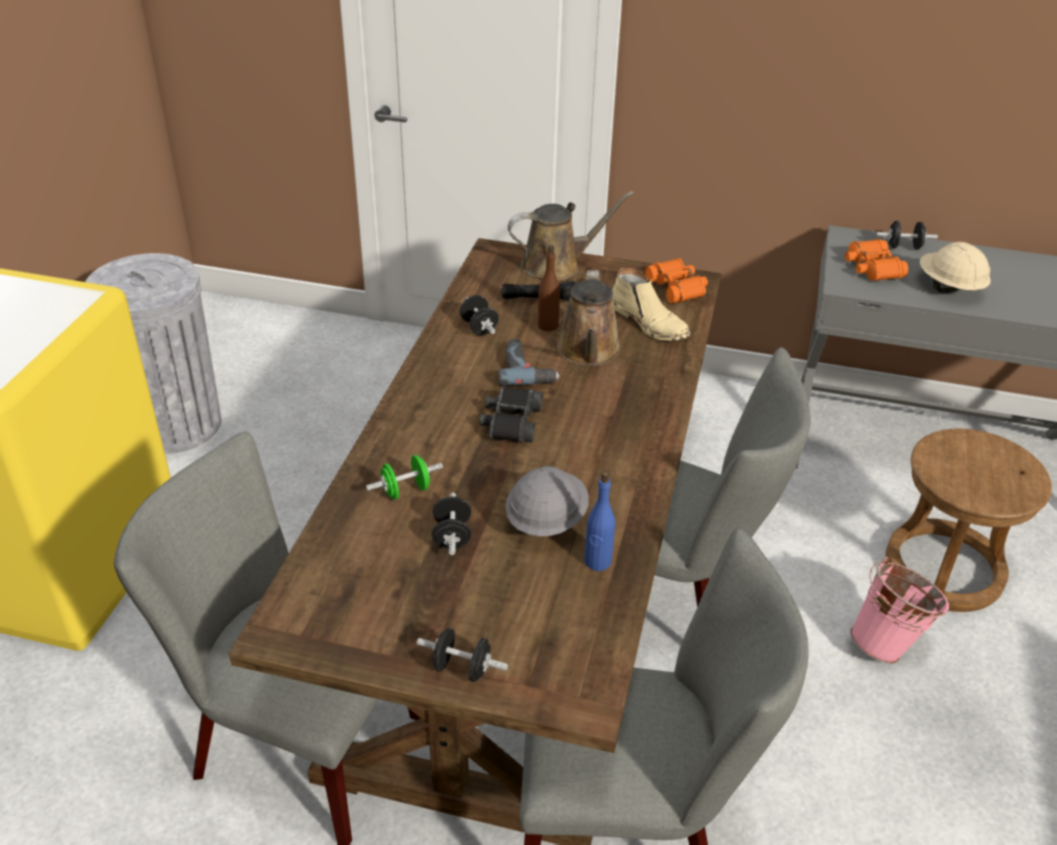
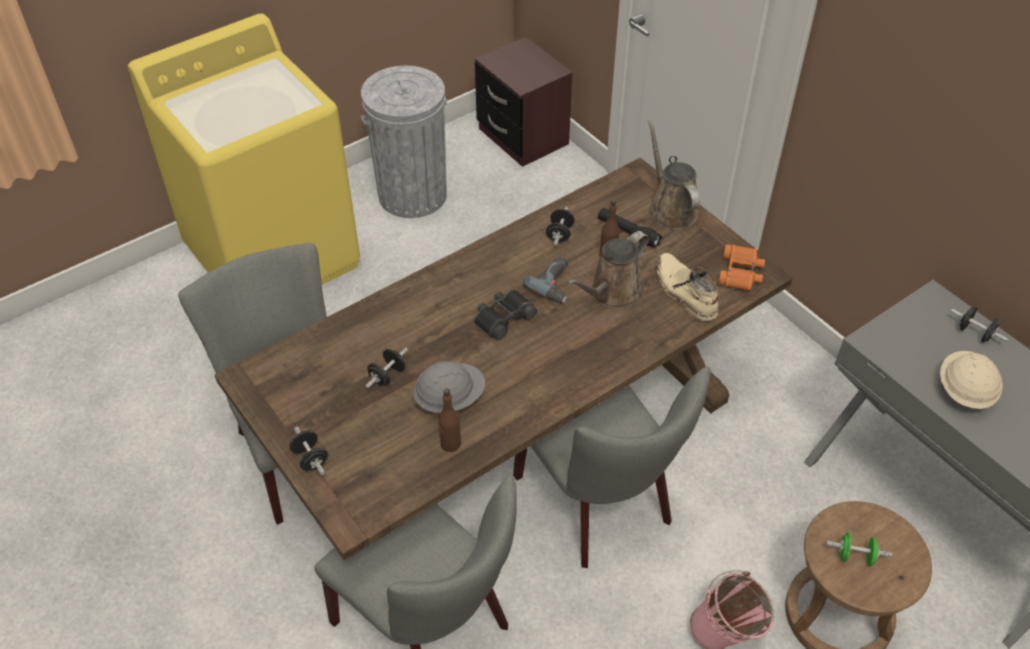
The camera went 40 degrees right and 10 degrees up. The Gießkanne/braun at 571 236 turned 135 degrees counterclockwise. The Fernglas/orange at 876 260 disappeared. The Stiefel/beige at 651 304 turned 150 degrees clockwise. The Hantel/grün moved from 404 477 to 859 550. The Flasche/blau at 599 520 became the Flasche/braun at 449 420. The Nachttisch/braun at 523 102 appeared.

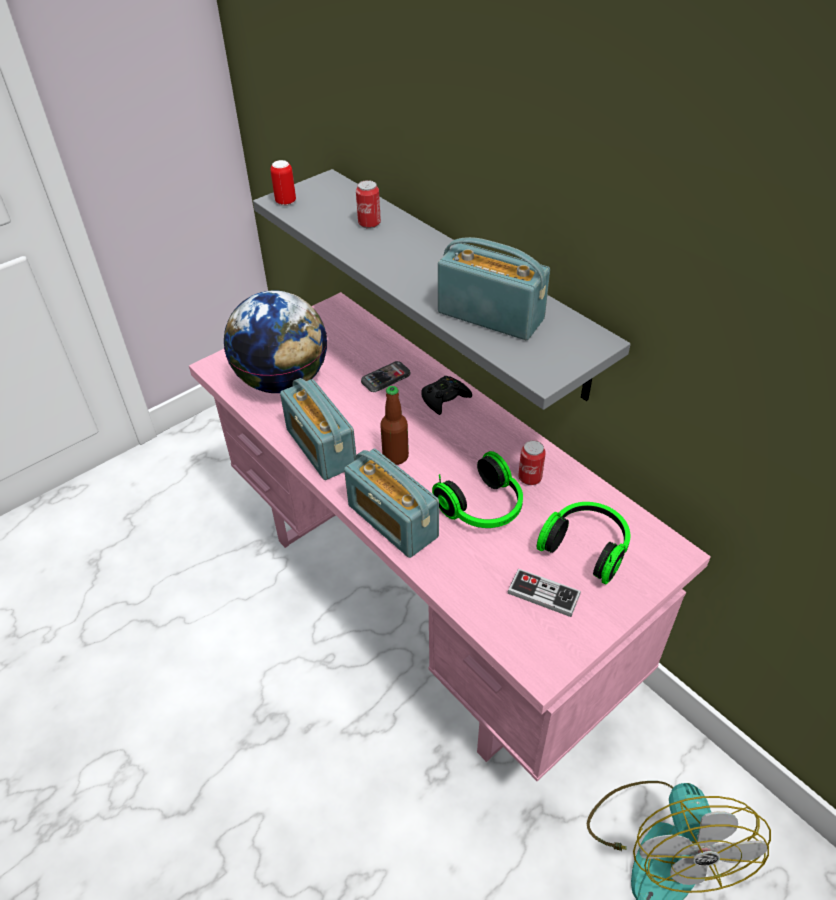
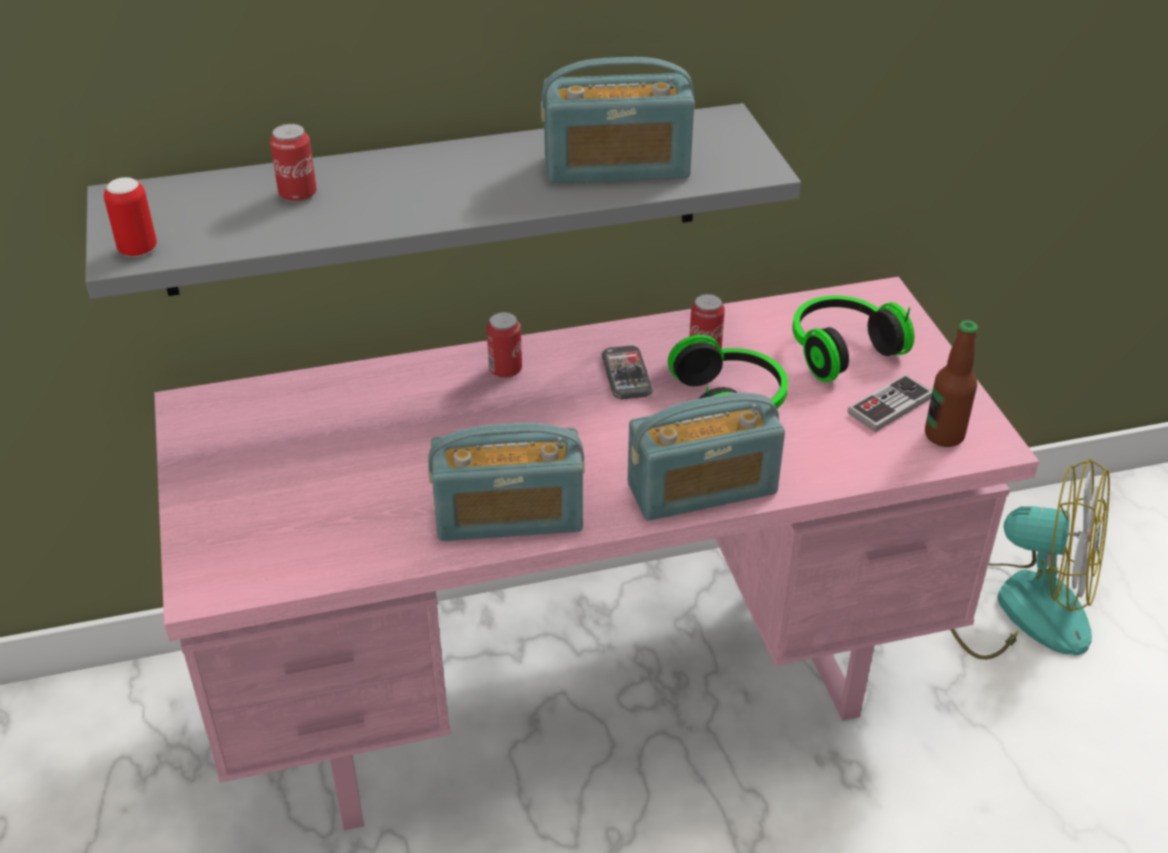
The camera went 65 degrees left and 5 degrees down. The Radio at 494 288 turned 150 degrees counterclockwise. The Globus at 275 341 disappeared. The Handy moved from 386 376 to 627 372. The Gamepad/schwarz at 446 395 was replaced by the Dose at 504 345. The Flasche moved from 394 425 to 951 383.

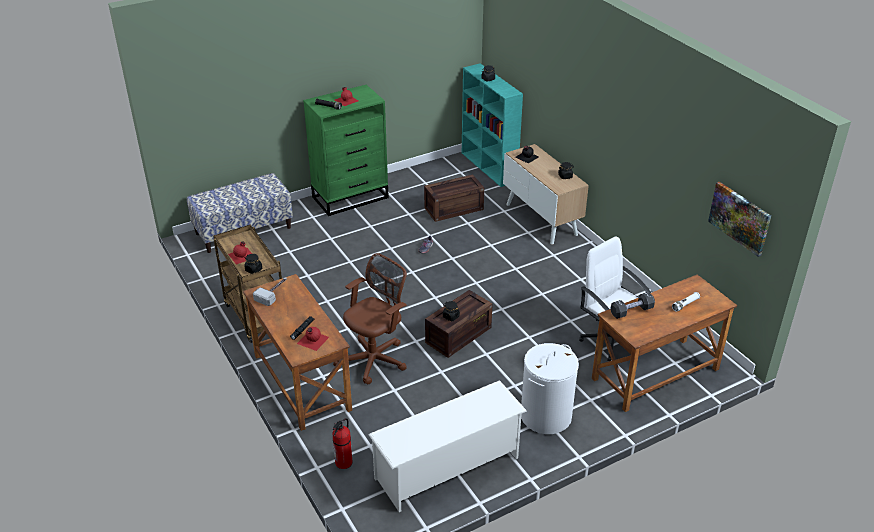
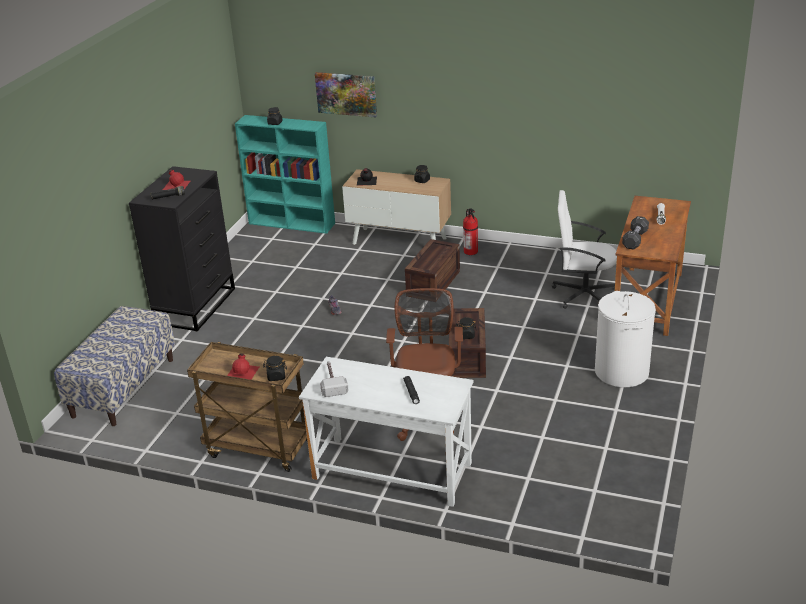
The camera went 40 degrees left and 5 degrees down. The Kommode/grün at 346 150 became the Kommode/schwarz at 182 248. The Kiste moved from 454 198 to 432 268. The Bild moved from 739 219 to 346 95. The Schreibtisch/braun at 297 352 became the Schreibtisch/weiß at 386 432. The Flasche/rot at 313 339 disappeared. The Schuhregal/weiß at 447 446 disappeared. The Feuerlöscher moved from 342 443 to 470 231.

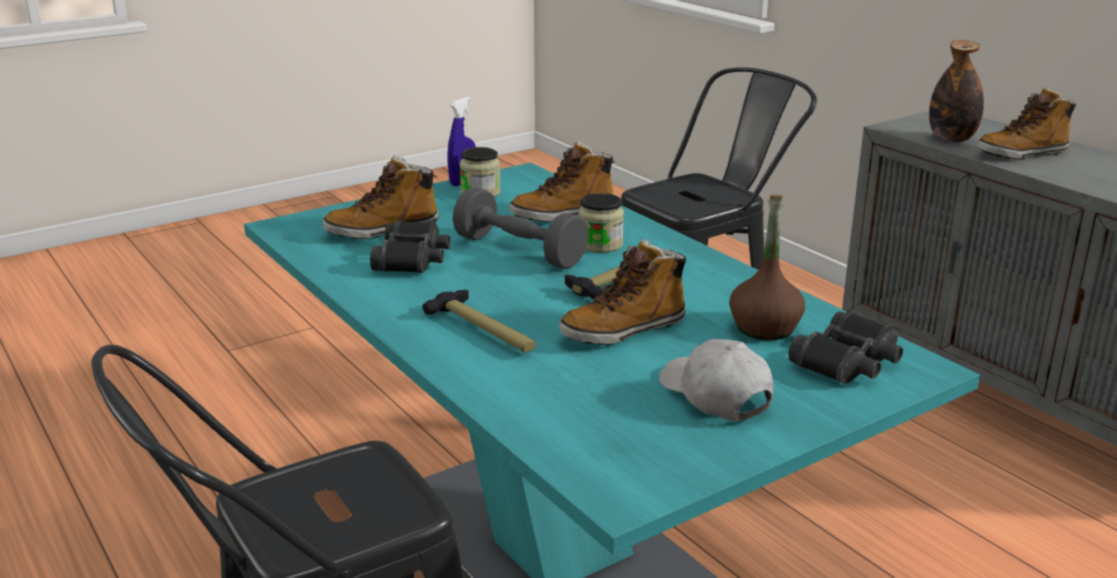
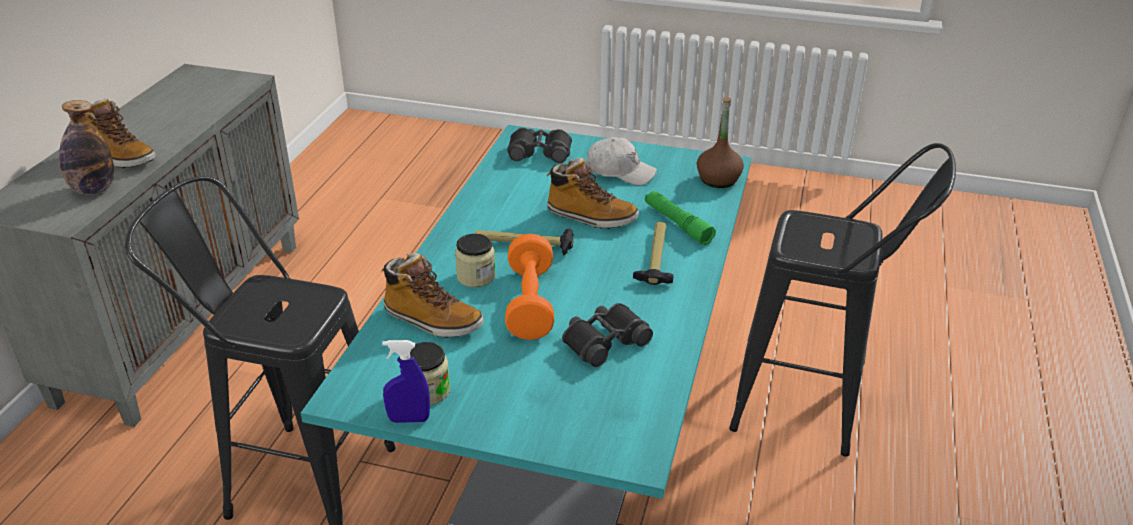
The camera went 130 degrees left and 10 degrees up. The Stiefel at 381 197 disappeared. The Hantel/grau at 520 228 became the Hantel/orange at 529 287. The Flasche/braun moved from 767 267 to 720 142. The Kappe/weiß at 716 380 turned 90 degrees counterclockwise. The Taschenlampe/grün at 680 218 appeared.

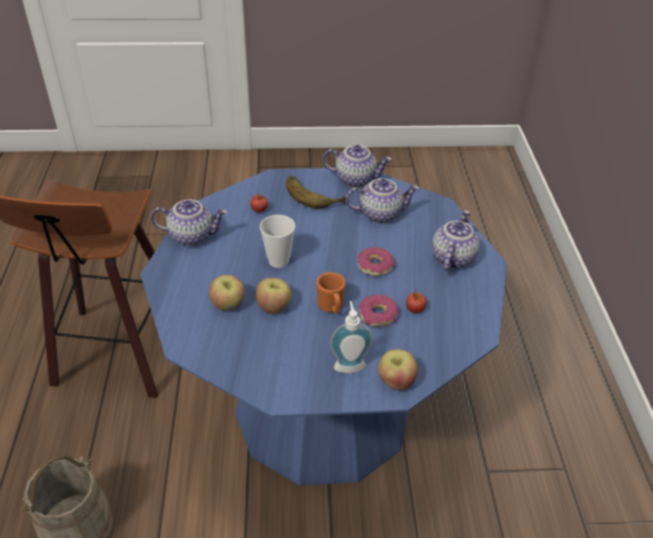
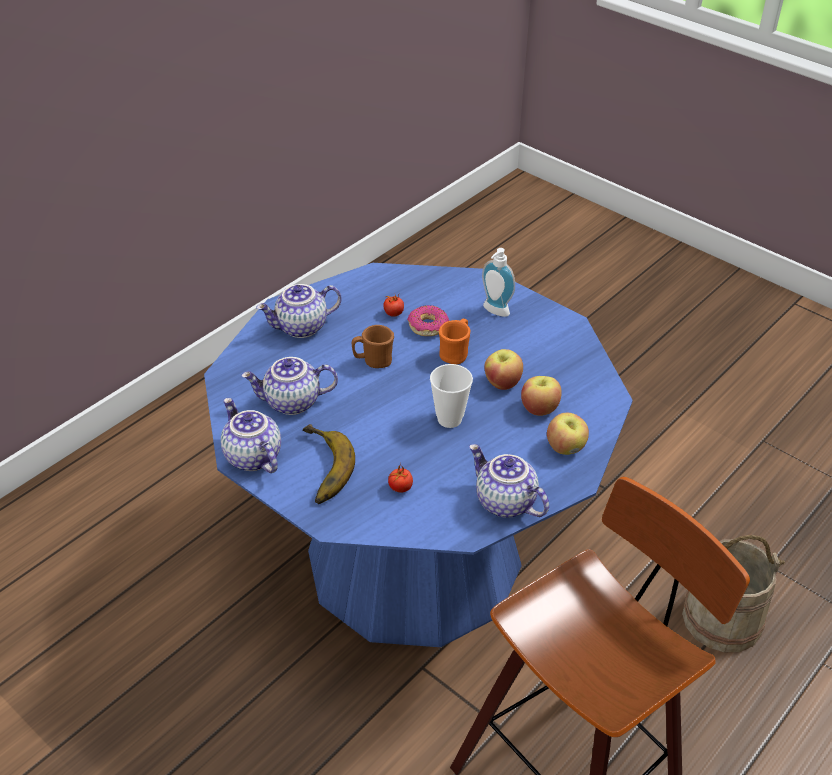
The camera went 135 degrees left and 0 degrees up. The Teekanne at 382 200 turned 45 degrees counterclockwise. The Donut at 376 261 was replaced by the Henkelbecher/braun at 373 346. The Apfel moved from 398 369 to 568 434.

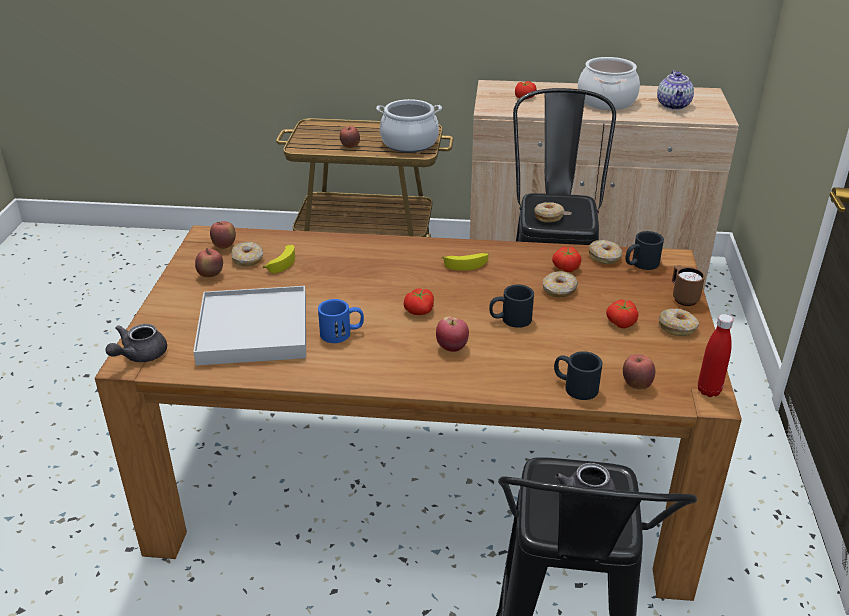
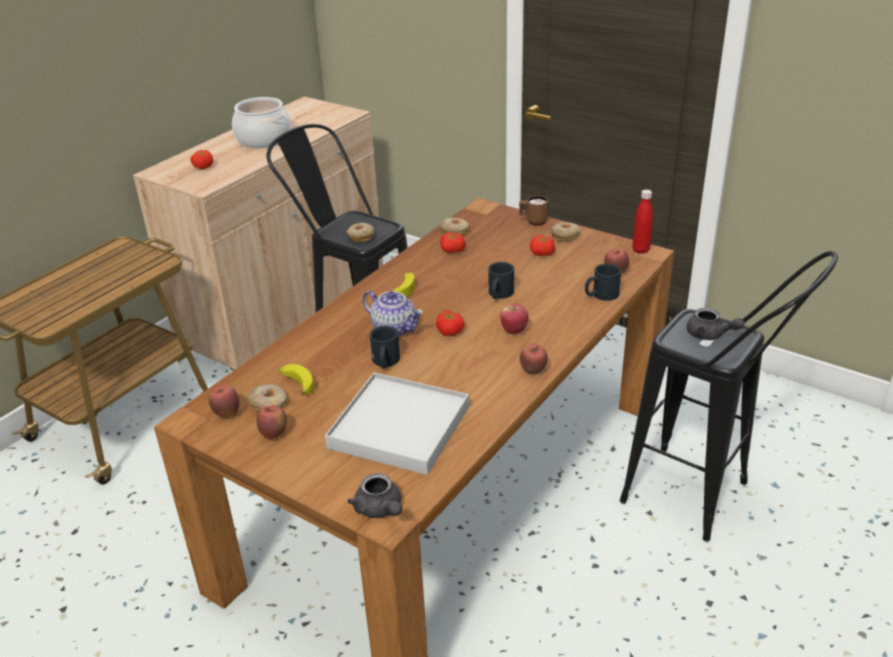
The camera went 60 degrees left and 0 degrees up. The Teekanne moved from 675 90 to 392 313. The Kochtopf at 409 126 disappeared. The Apfel moved from 350 137 to 534 359. The Henkelbecher/schwarz moved from 644 250 to 385 347. The Donut at 560 284 disappeared. The Henkelbecher/blau at 341 321 disappeared.

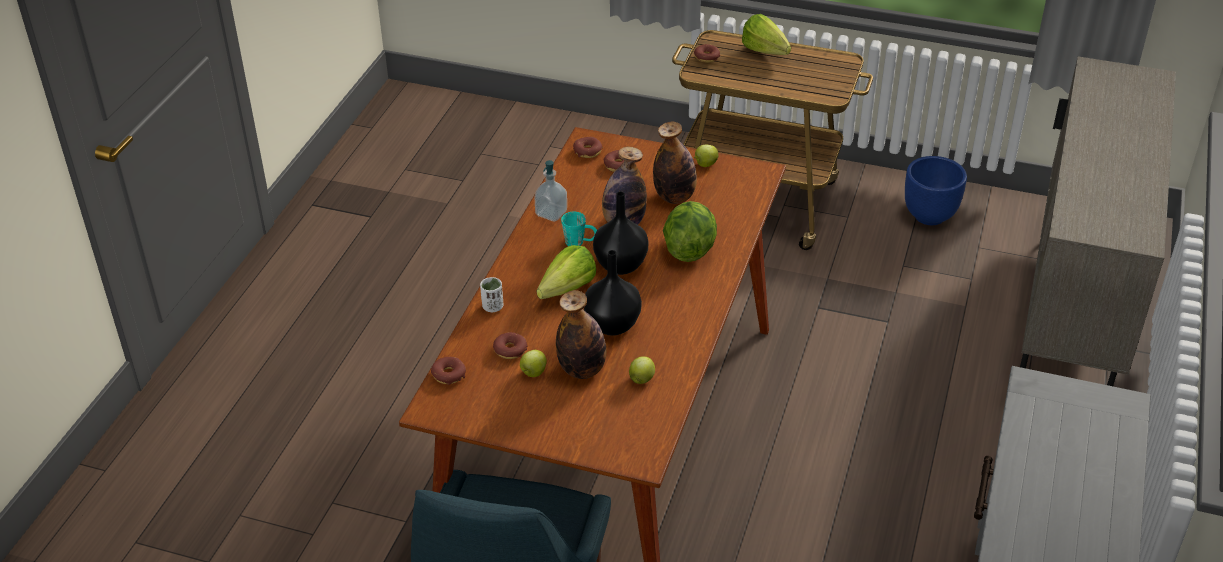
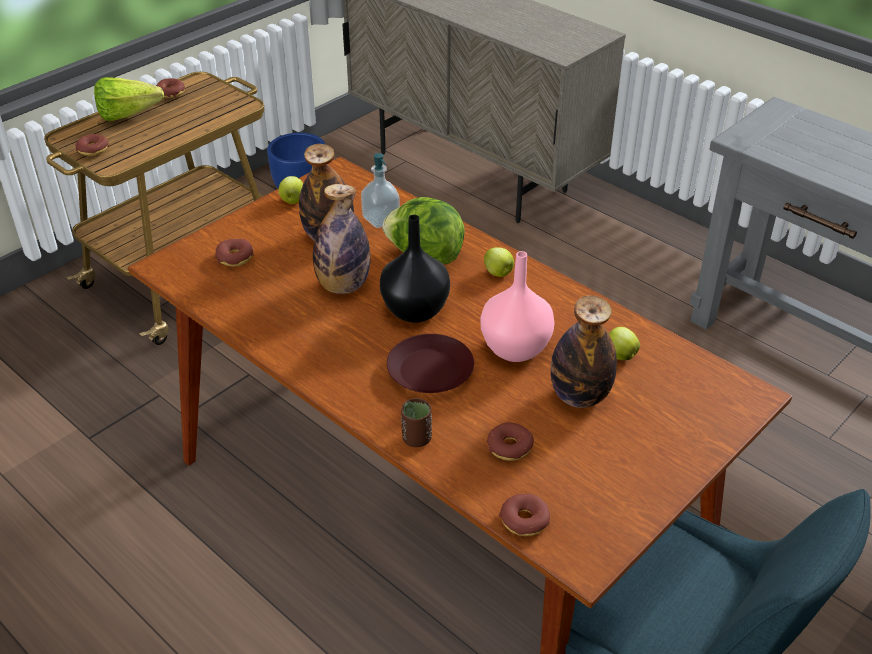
The camera went 65 degrees left and 0 degrees up. The Donut moved from 588 147 to 170 88. The Seifenspender moved from 550 191 to 380 190. The Henkelbecher/türkis at 579 229 disappeared. The Salatkopf at 566 272 was replaced by the Teller/braun at 430 363. The Vase/schwarz at 613 293 became the Vase/rosa at 518 306. The Tasse/weiß at 491 294 became the Tasse/braun at 416 422. The Apfel moved from 533 363 to 499 262.

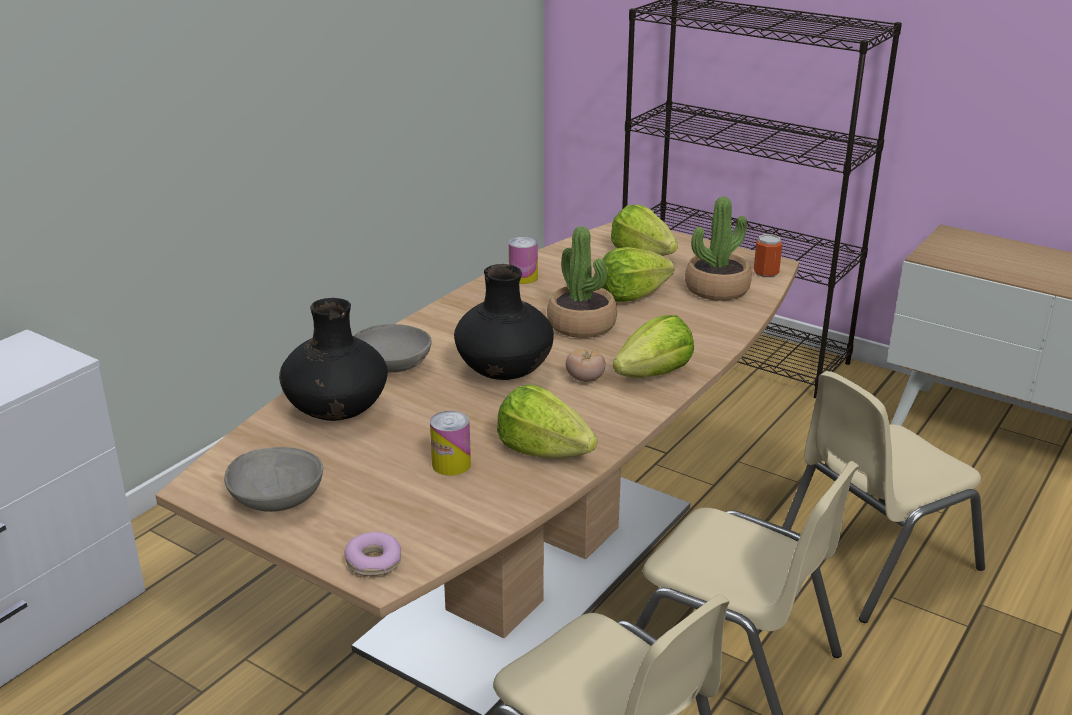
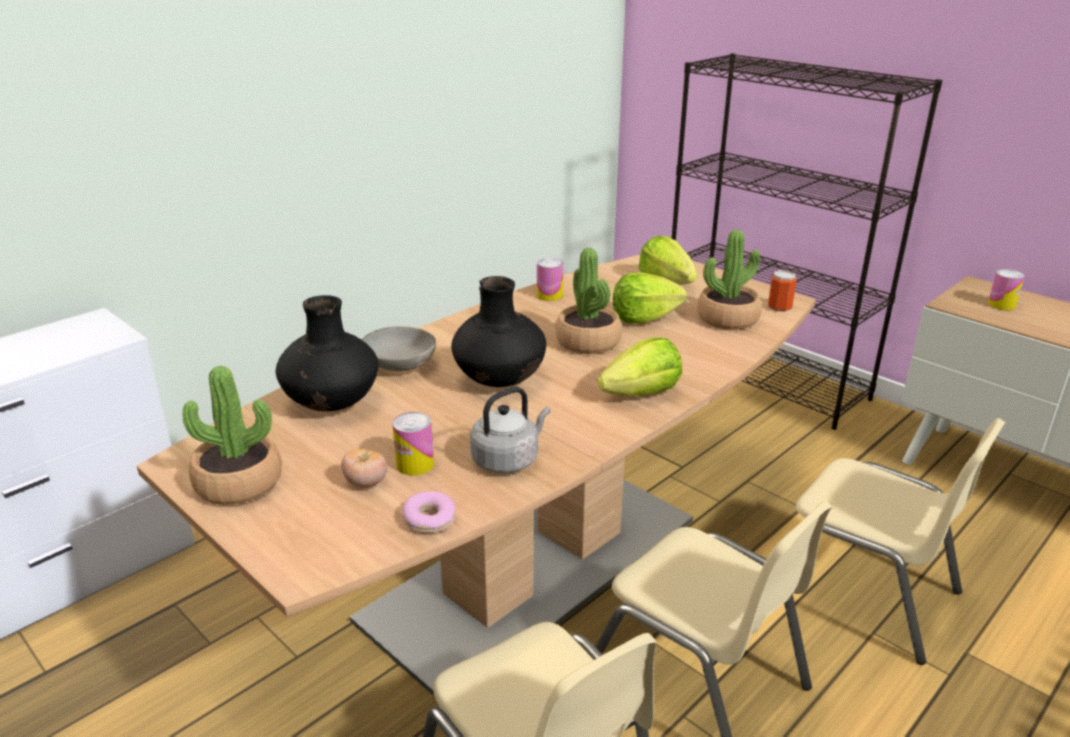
The camera went 10 degrees right and 0 degrees up. The Tomate moved from 586 365 to 364 468. The Stuhl/beige at 883 497 turned 120 degrees counterclockwise. The Salatkopf at 547 421 was replaced by the Wasserkessel/grau at 510 430. The Schüssel/grau at 273 479 was replaced by the Topfpflanze at 232 435. The Donut moved from 373 554 to 428 512. The Dose at 1006 289 appeared.

